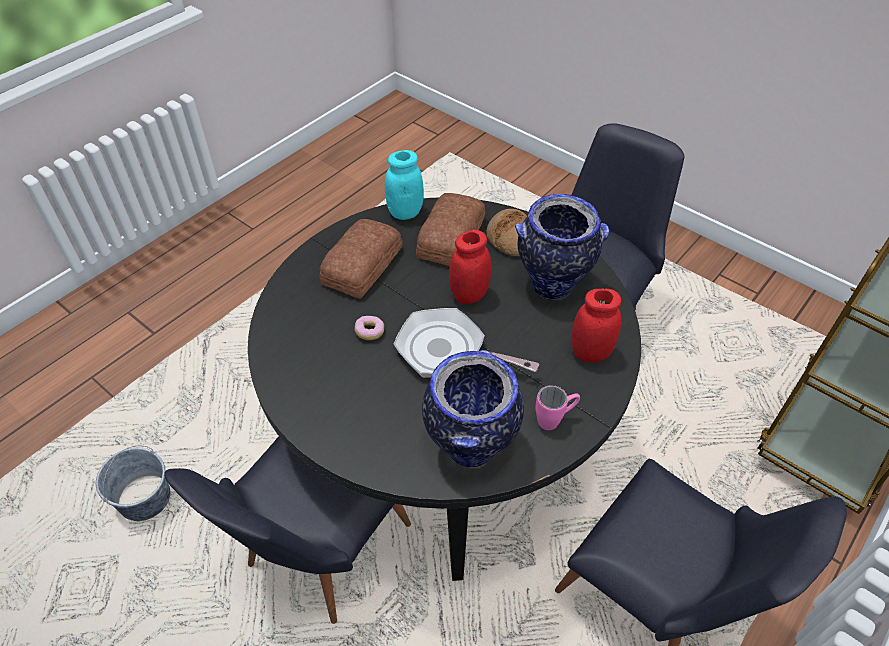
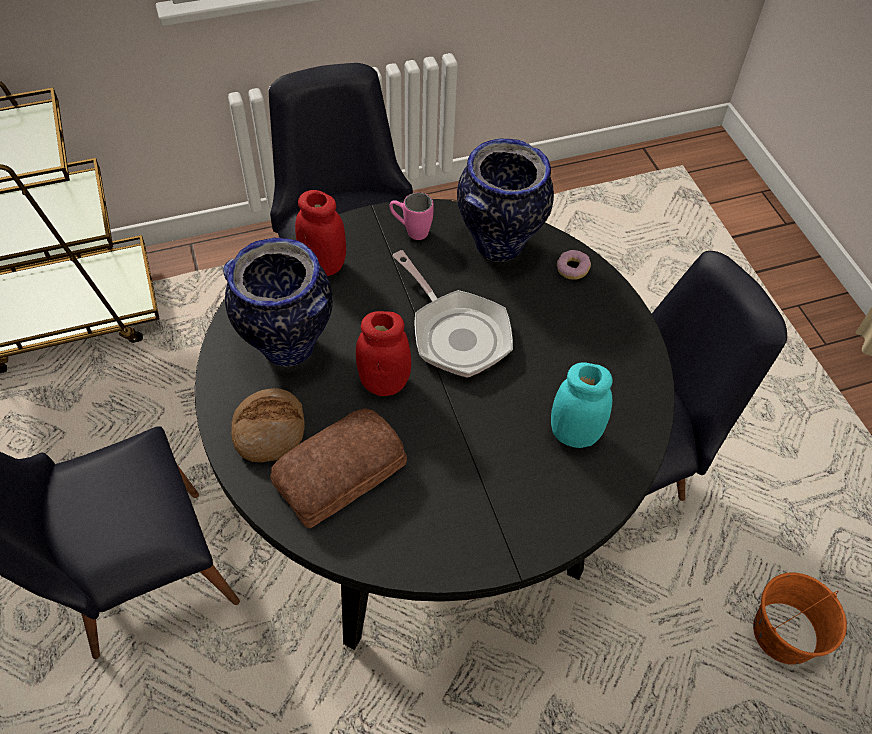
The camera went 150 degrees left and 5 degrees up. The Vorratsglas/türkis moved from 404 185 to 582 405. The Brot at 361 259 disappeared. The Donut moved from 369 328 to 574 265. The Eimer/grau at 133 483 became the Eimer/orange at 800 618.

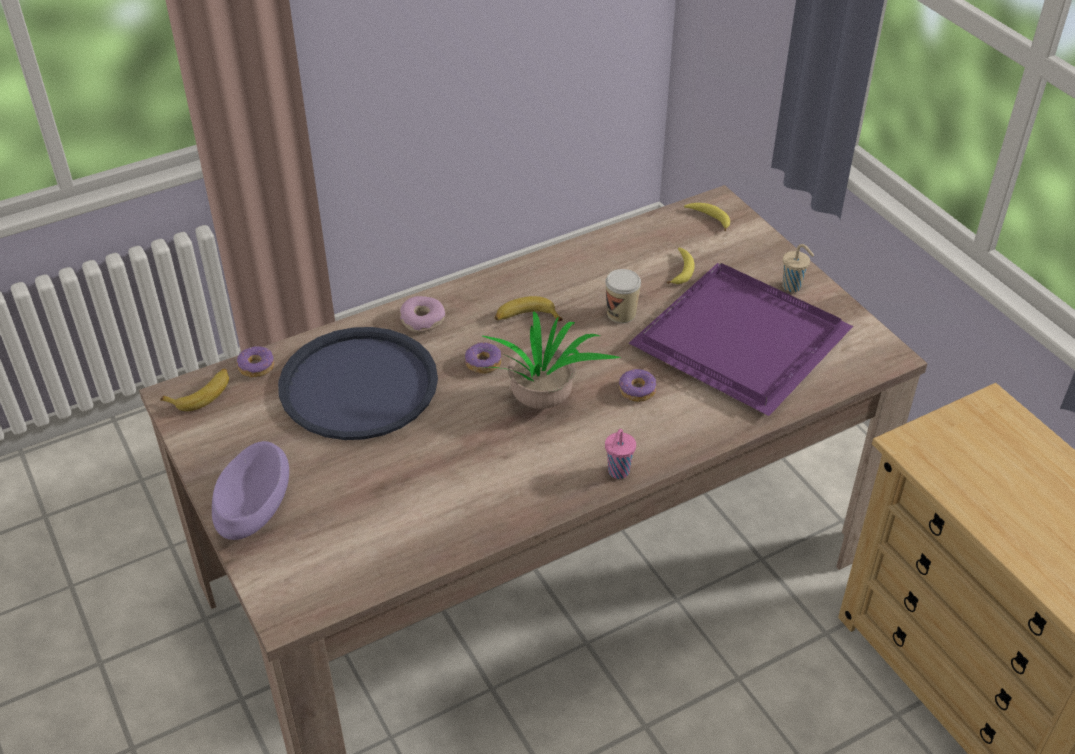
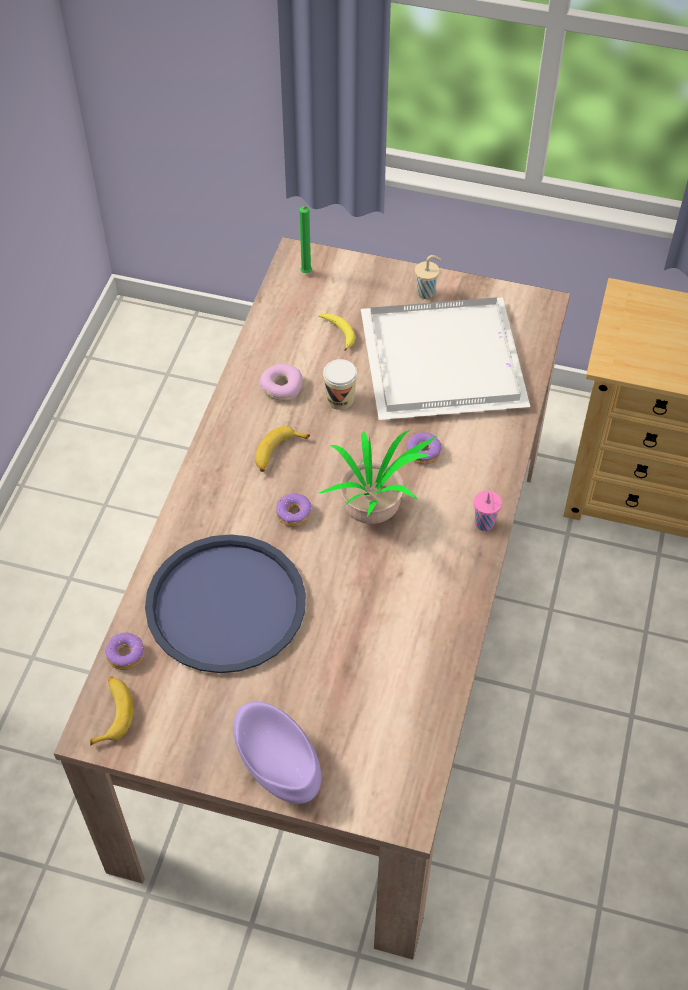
The camera went 45 degrees left and 10 degrees up. The Banane at 707 217 was replaced by the Kerze/grün at 305 239. The Tablett/lila at 741 339 became the Tablett/weiß at 445 358. The Donut moved from 422 314 to 281 382.

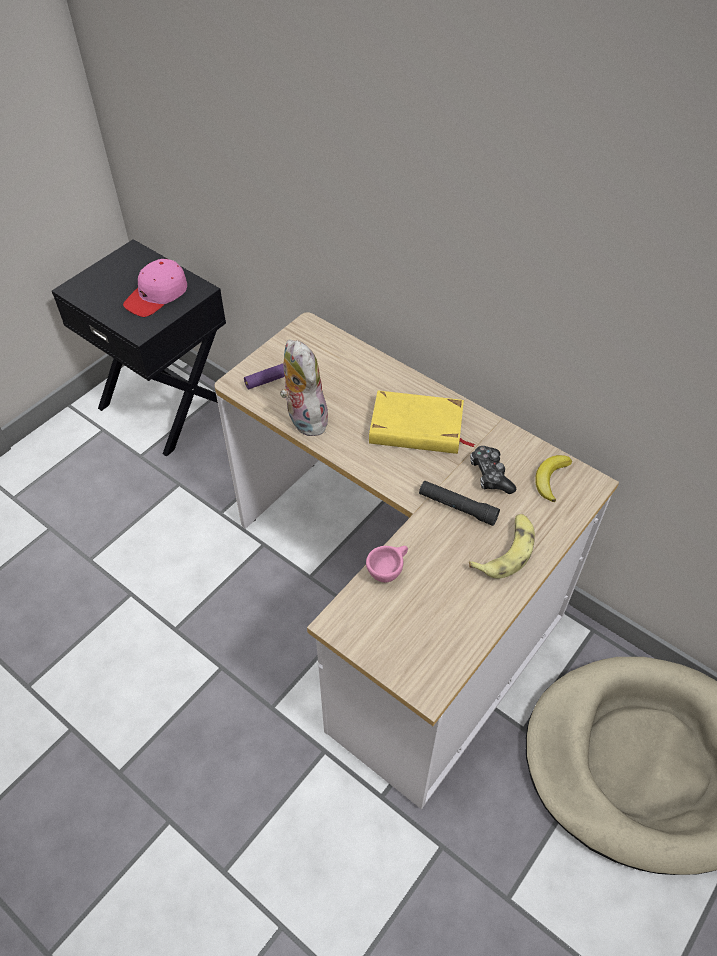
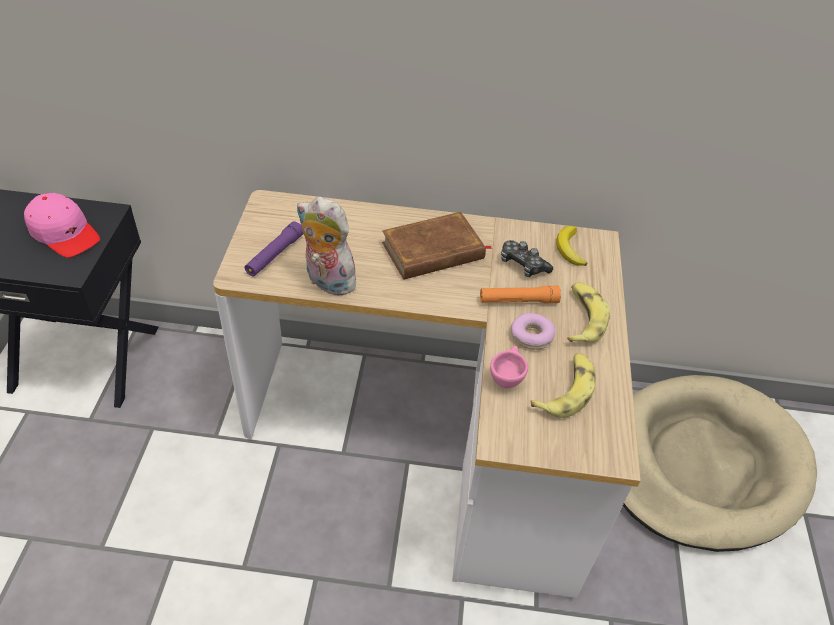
The camera went 35 degrees left and 5 degrees down. The Kappe/rosa at 155 288 turned 60 degrees counterclockwise. The Buch/gelb at 422 422 became the Buch/braun at 437 246. The Taschenlampe/schwarz at 459 503 became the Taschenlampe/orange at 520 294. The Donut at 533 331 appeared. The Banane at 563 385 appeared.

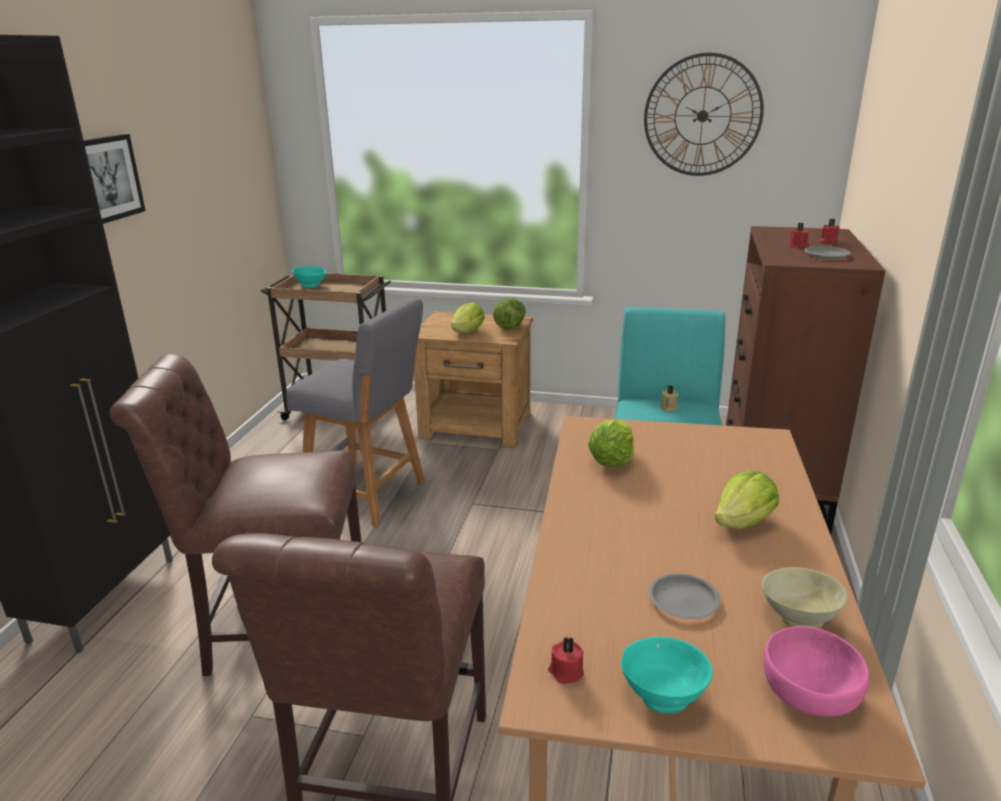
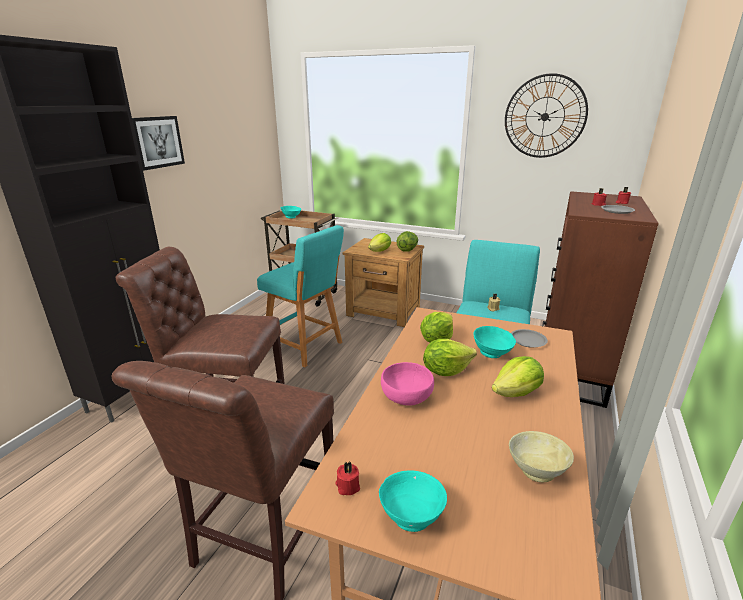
The camera went 10 degrees right and 0 degrees up. The Hocker/grau at 355 412 became the Hocker/türkis at 300 296. The Teller/grau moved from 685 596 to 529 338. The Schüssel/rosa moved from 816 671 to 407 384. The Schüssel/türkis at 494 342 appeared. The Salatkopf at 450 357 appeared.

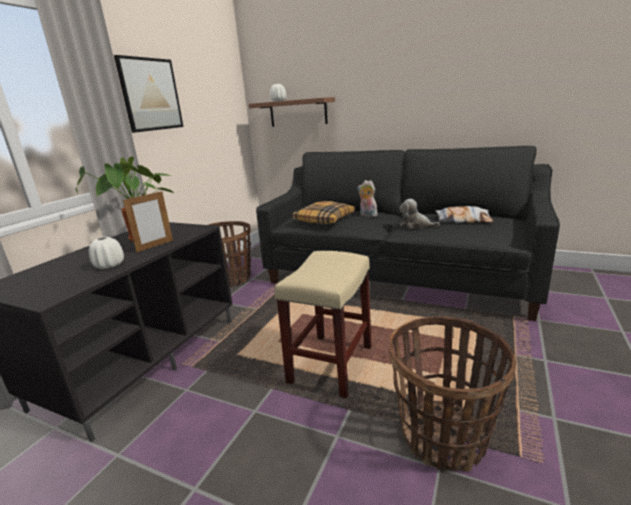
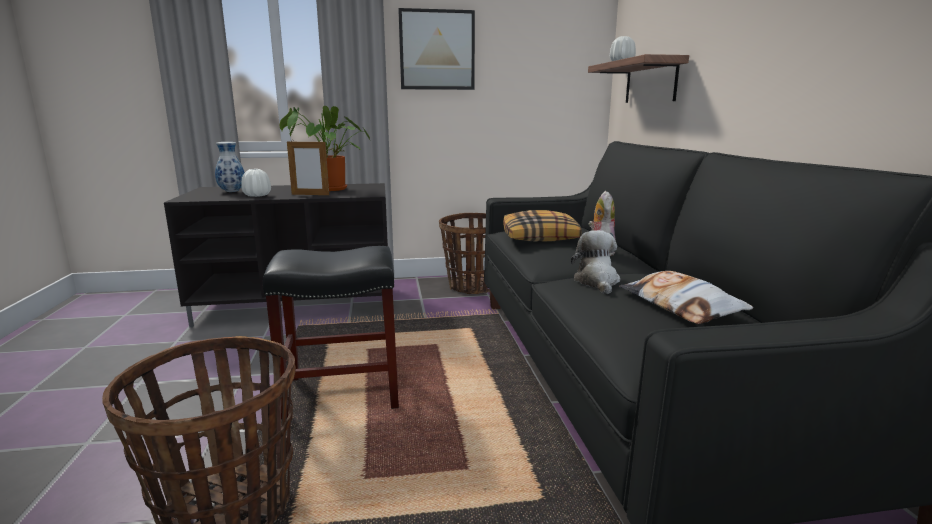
The camera went 55 degrees right and 5 degrees down. The Hocker/beige at 323 325 became the Hocker/schwarz at 331 332. The Vase at 230 167 appeared.

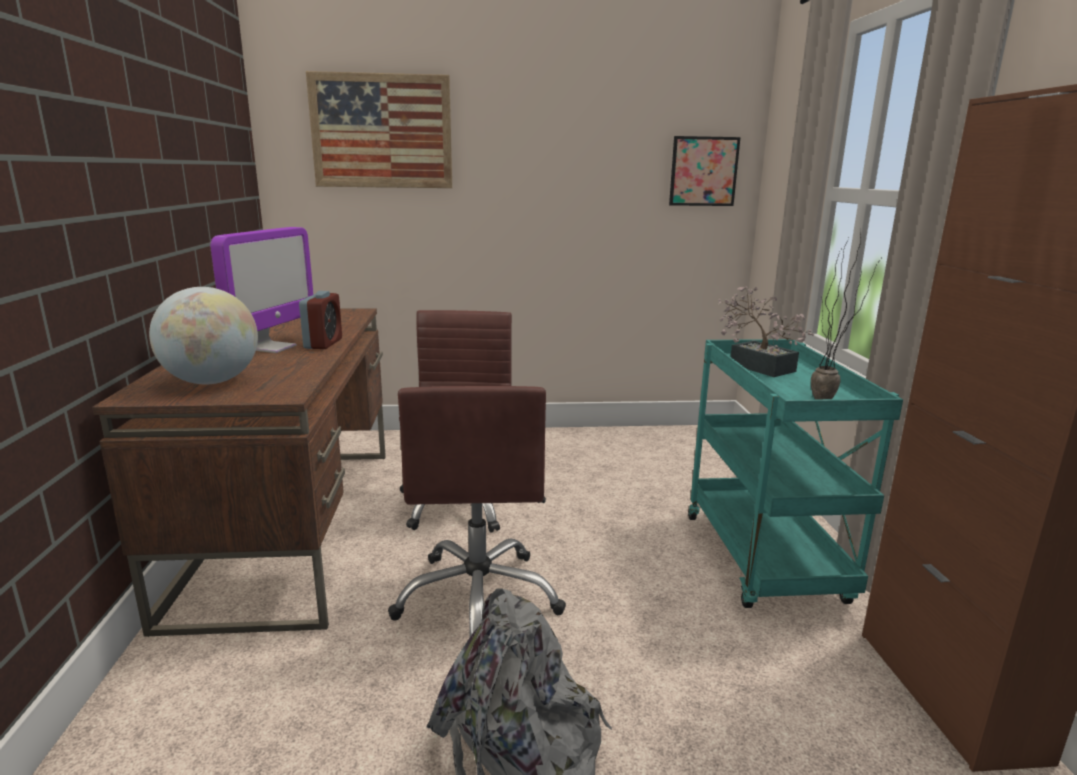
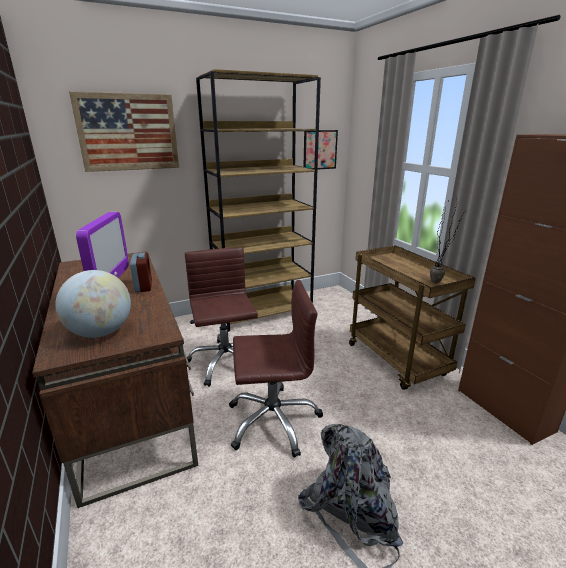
The camera went 20 degrees left and 5 degrees up. The Topfpflanze at 766 331 disappeared. The Rollwagen/türkis at 795 473 became the Rollwagen/braun at 412 317. The Bürostuhl/braun at 477 511 turned 75 degrees counterclockwise. The Bücherregal/braun at 258 200 appeared.

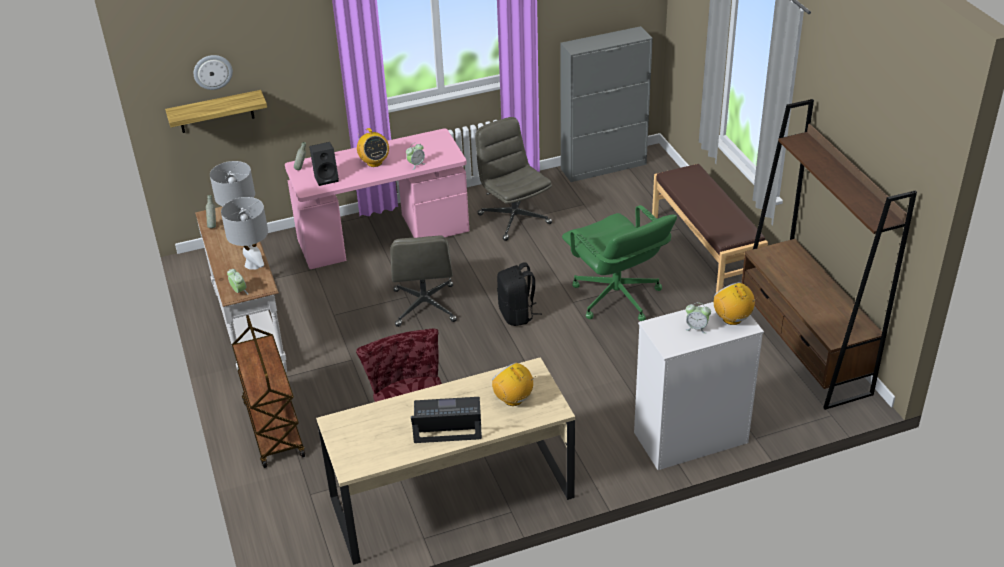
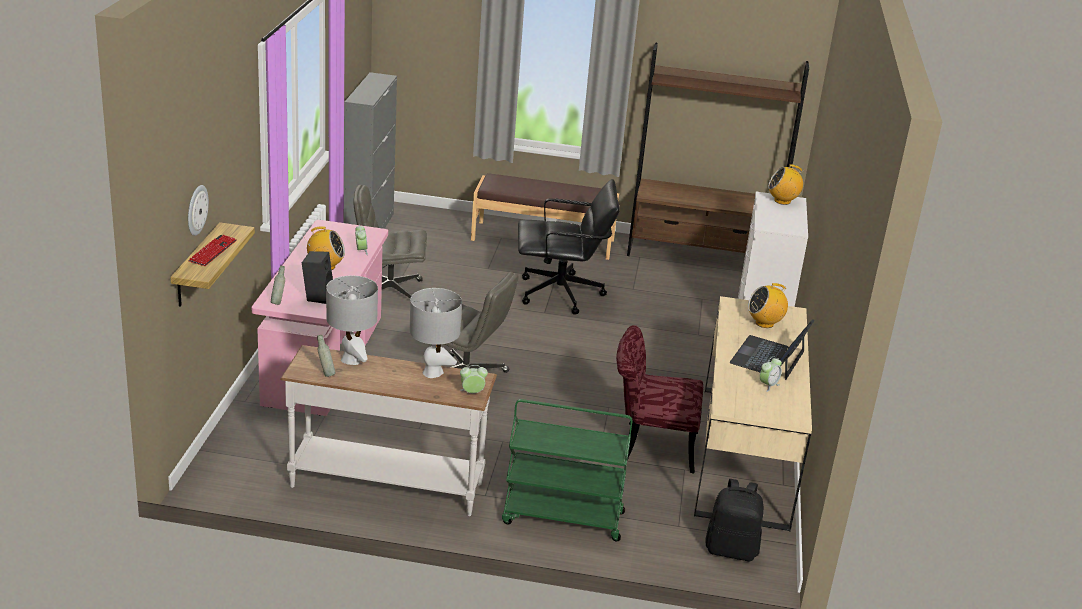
The camera went 65 degrees left and 10 degrees down. The Bürostuhl/grün at 619 263 became the Bürostuhl/schwarz at 569 247. The Rucksack/schwarz moved from 519 294 to 735 520. The Wecker moved from 698 318 to 771 374. The Rollwagen/braun at 268 391 became the Rollwagen/grün at 567 470. The Tastatur at 212 250 appeared.

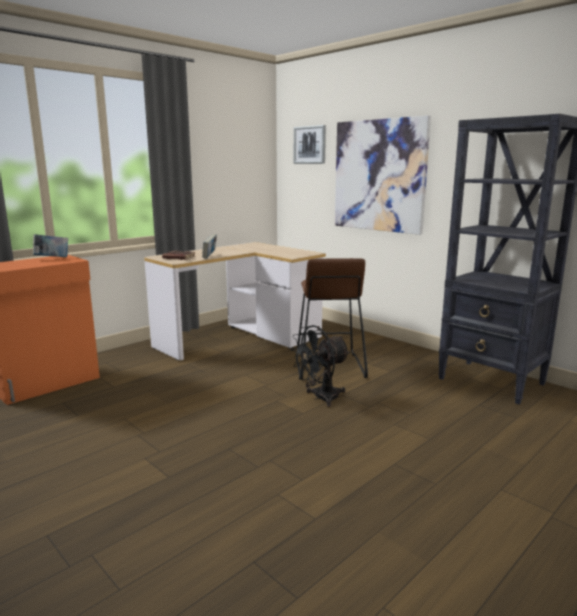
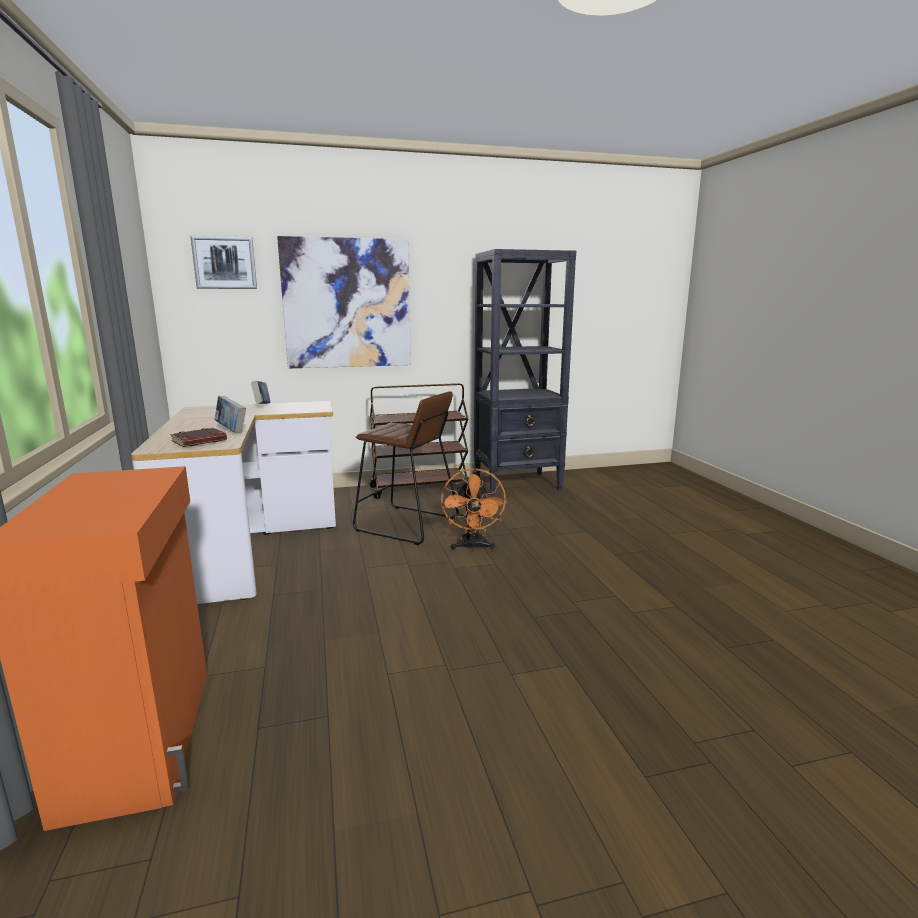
The camera went 60 degrees left and 0 degrees up. The Buch moved from 50 245 to 260 392. The Ventilator/schwarz at 320 366 became the Ventilator/orange at 474 509. The Rollwagen/braun at 419 441 appeared.

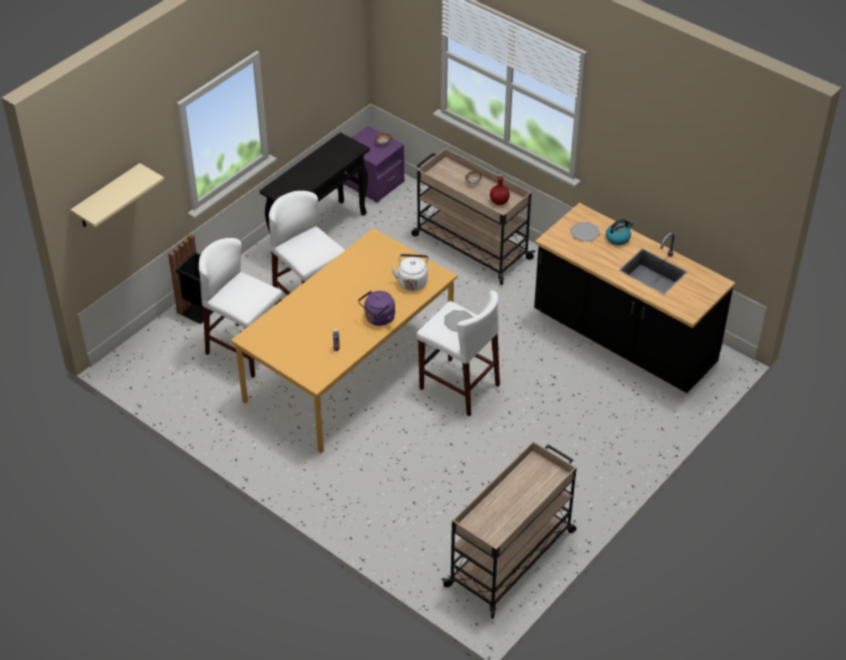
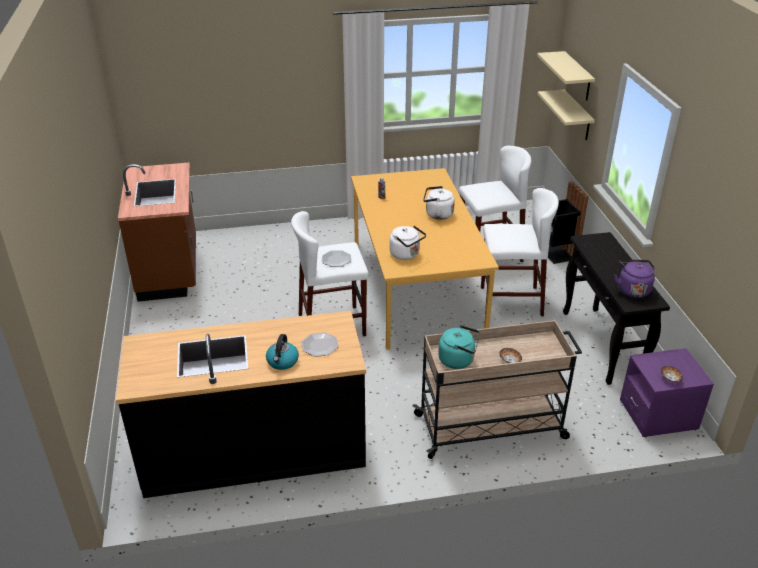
The camera went 130 degrees right and 10 degrees down. The Flasche/rot at 500 189 was replaced by the Wasserkessel/türkis at 459 347. The Wasserkessel/lila moved from 376 308 to 634 279. The Rollwagen/beige at 509 530 was replaced by the Küchenzeile/braun at 157 232. The Wandregal/beige at 566 115 appeared. The Wasserkessel/weiß at 439 203 appeared.

